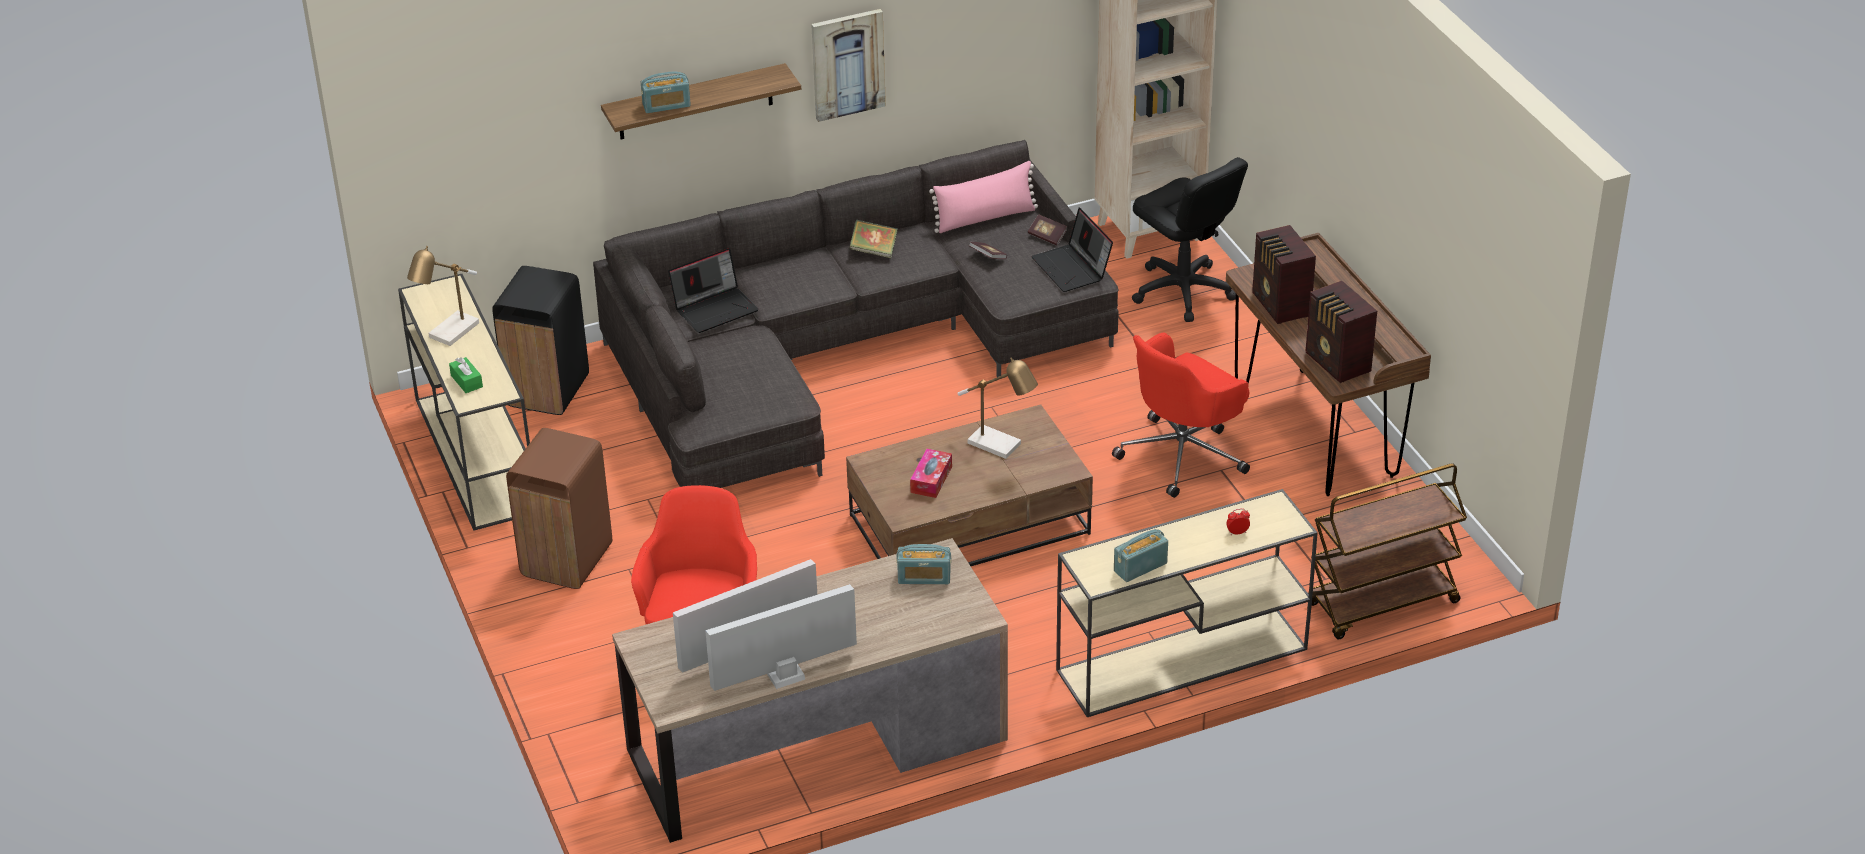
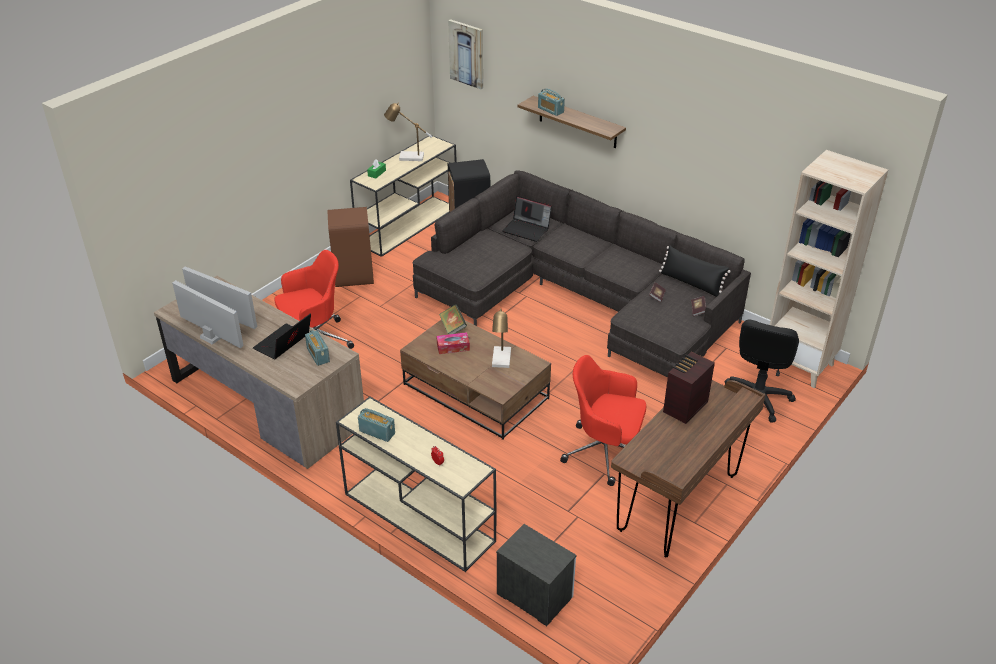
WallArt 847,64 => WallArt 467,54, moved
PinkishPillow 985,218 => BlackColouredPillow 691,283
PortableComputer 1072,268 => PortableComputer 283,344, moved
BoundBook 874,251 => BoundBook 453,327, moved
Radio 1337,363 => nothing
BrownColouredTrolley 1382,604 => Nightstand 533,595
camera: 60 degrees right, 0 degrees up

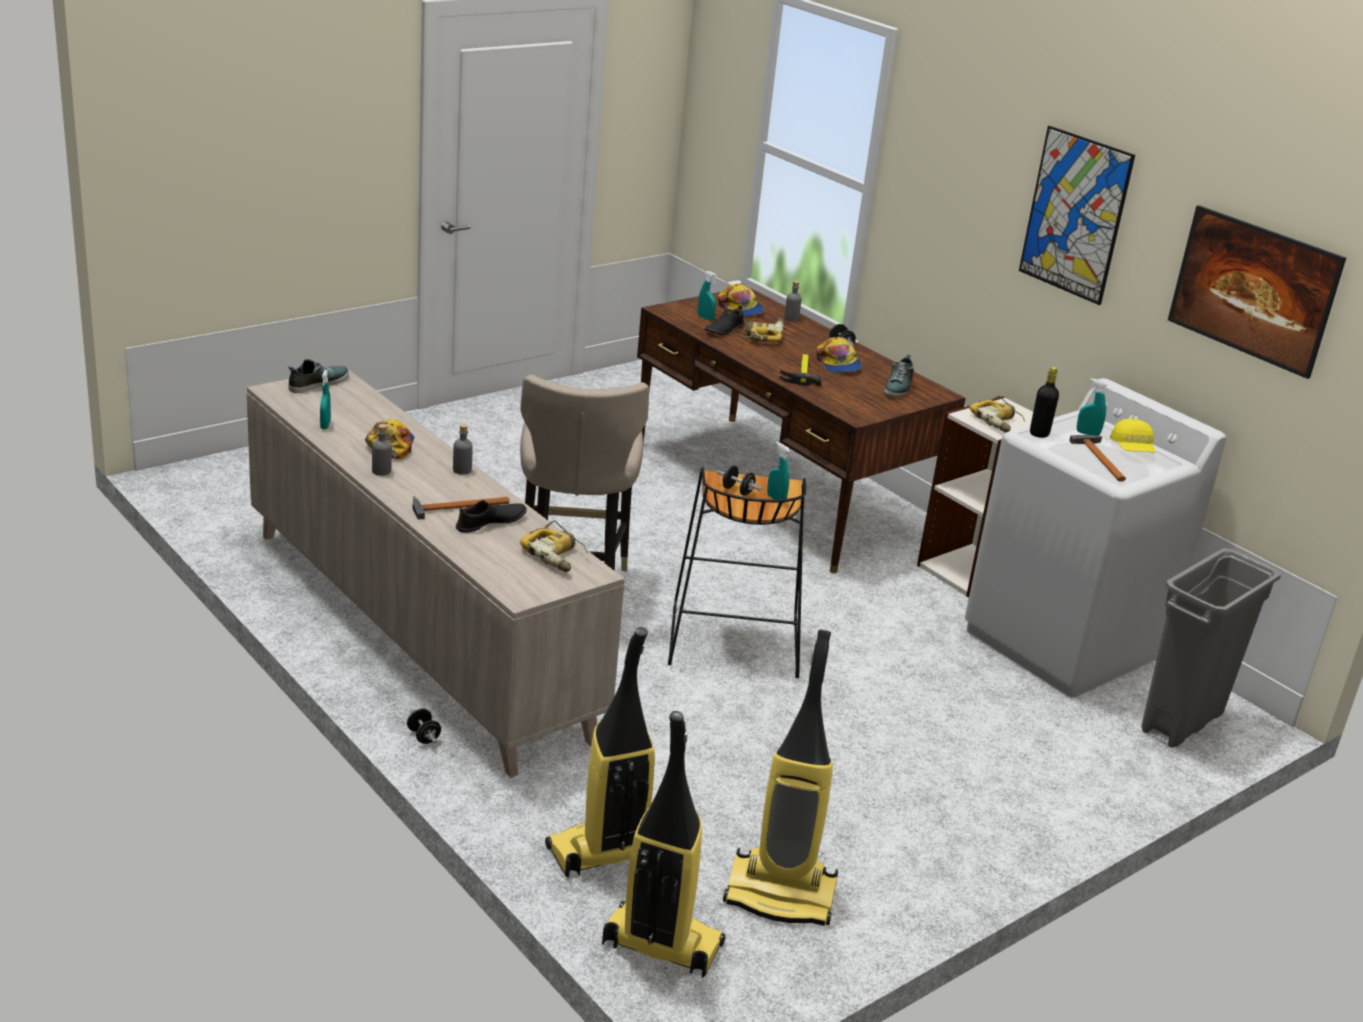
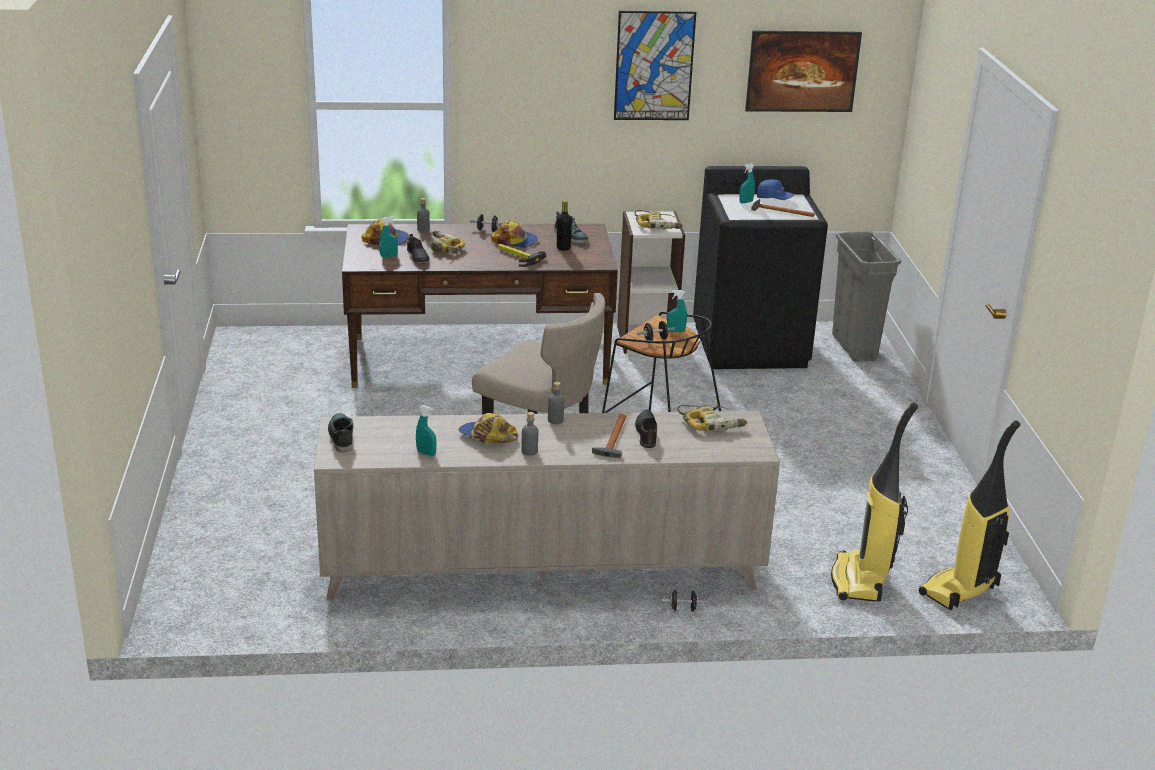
BlackColouredBottle 1039,434 => BlackColouredBottle 563,248, moved
WhiteLaundryAppliance 1064,643 => BlackColouredLaundryAppliance 751,346
YellowColouredBaseballCap 1132,449 => BlueColouredBaseballCap 774,199
Hoover 781,895 => nothing
camera: 55 degrees left, 0 degrees up

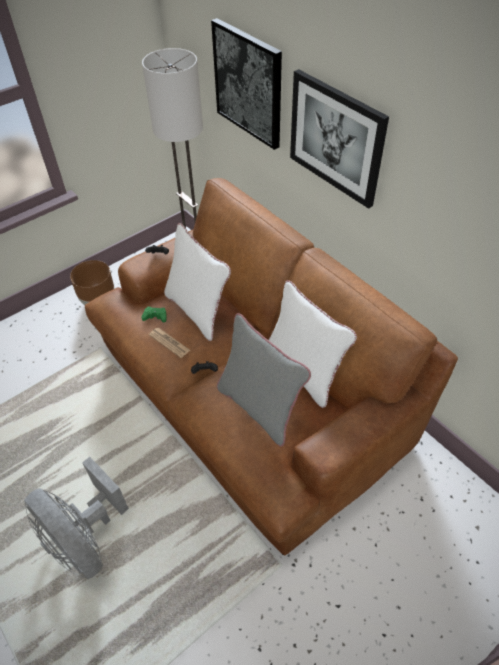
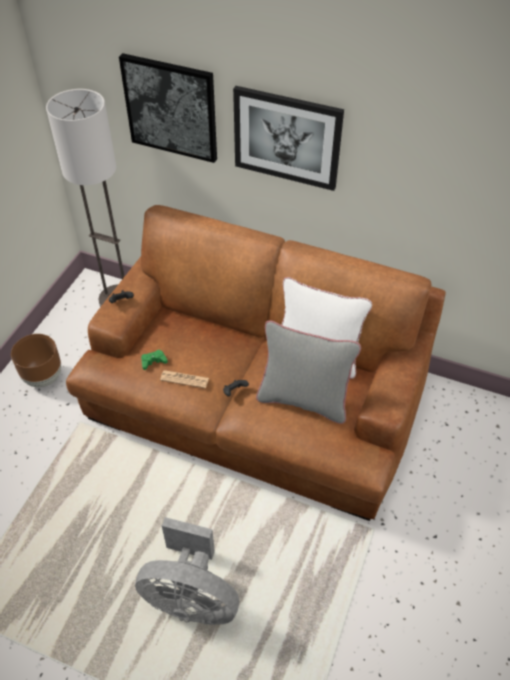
WhitePillow 198,310 => nothing
camera: 30 degrees left, 0 degrees up

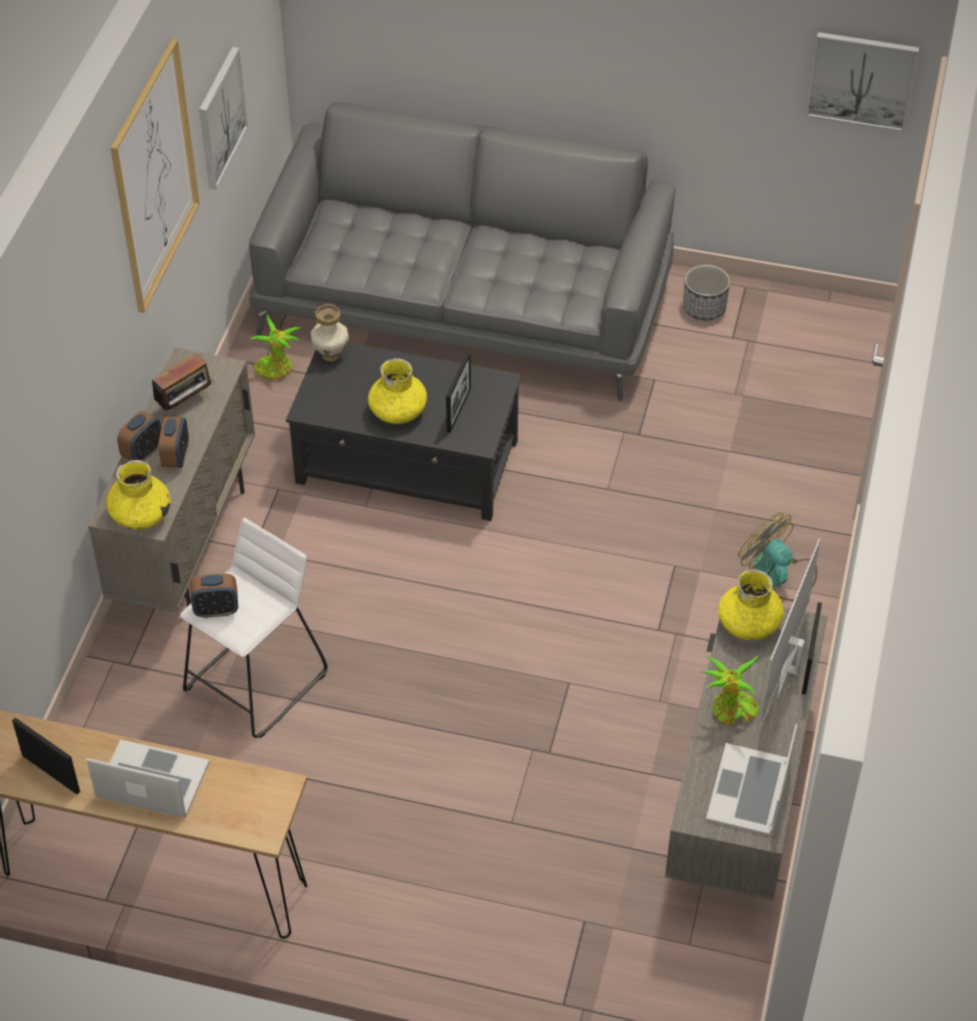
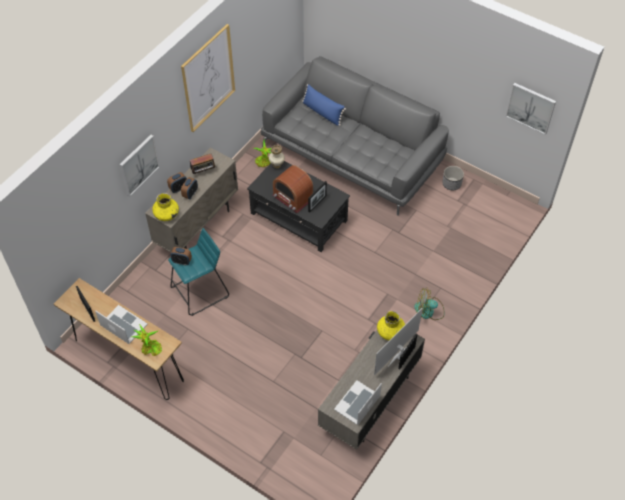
WallArt 220,117 => WallArt 138,165, moved
YellowColouredVase 398,411 => Radio 293,197
CoolingFan 778,575 => CoolingFan 429,311, 60 degrees counterclockwise
WhiteStool 256,682 => TurquoiseStool 200,292
PlantInAPot 731,711 => PlantInAPot 150,349, moved
nothing => BlueColouredPillow 322,112
camera: 20 degrees right, 5 degrees up

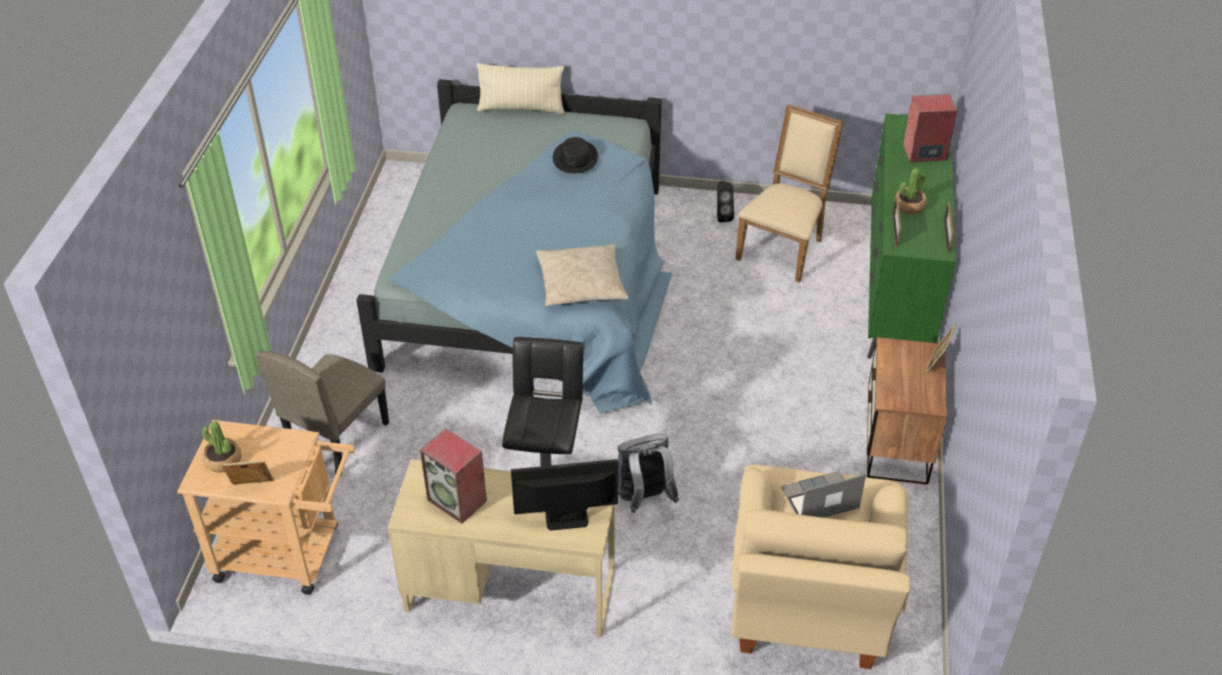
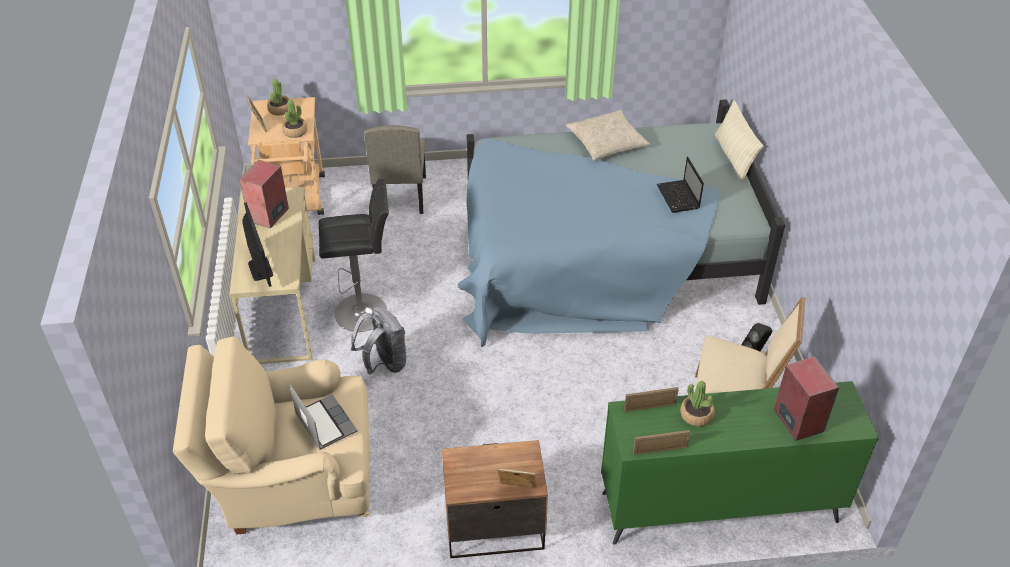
BlackColouredWearableHat 575,158 => PortableComputer 678,197
BeigePillow 581,284 => BeigePillow 606,142, moved
BeigeChair 337,438 => BeigeChair 400,195, 105 degrees counterclockwise
nothing => PlantInAPot 295,132
camera: 75 degrees right, 0 degrees up

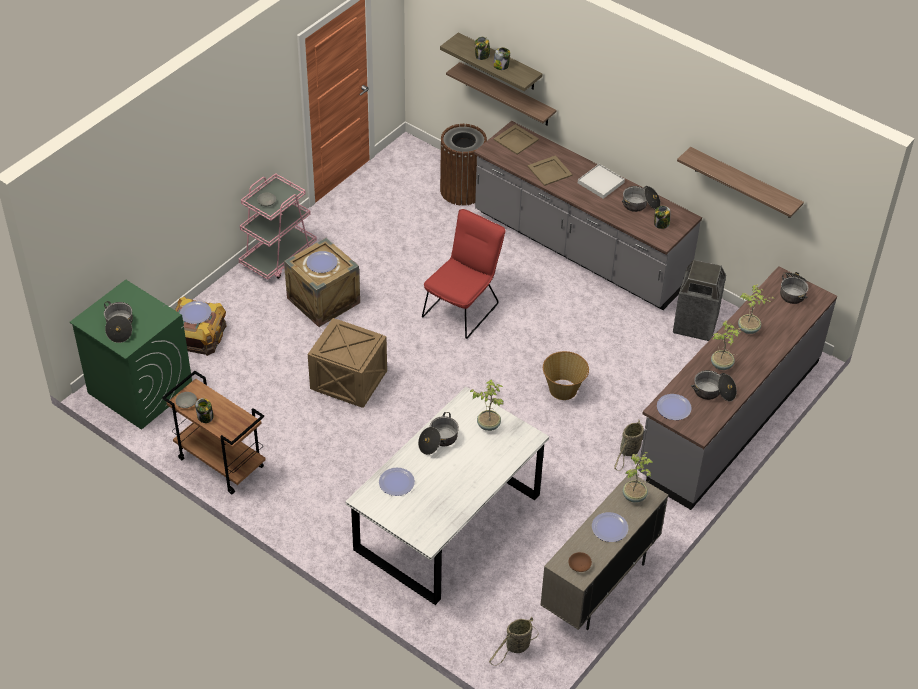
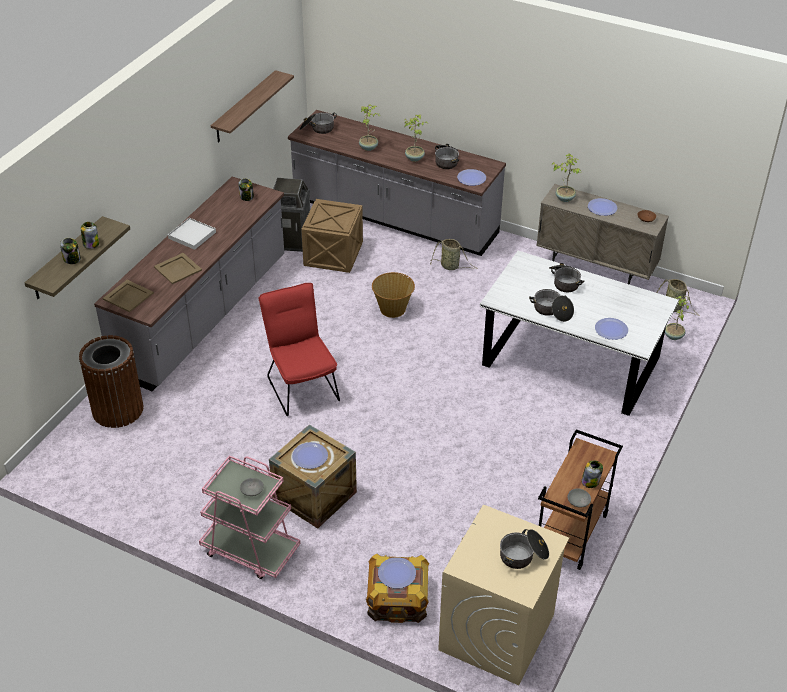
WallShelf 507,95 => nothing
Stockpot 640,205 => Stockpot 564,282, moved
ReddishChair 463,307 => ReddishChair 301,385, 45 degrees clockwise
GreenishLaundryAppliance 139,389 => BeigeLaundryAppliance 497,633
Crate 348,380 => Crate 333,255, moved
PlantInAPot 488,424 => PlantInAPot 673,336, moved
camera: 100 degrees left, 5 degrees down

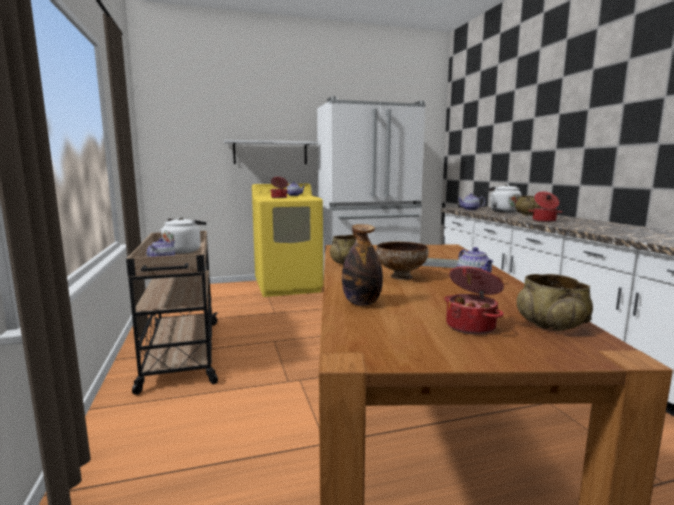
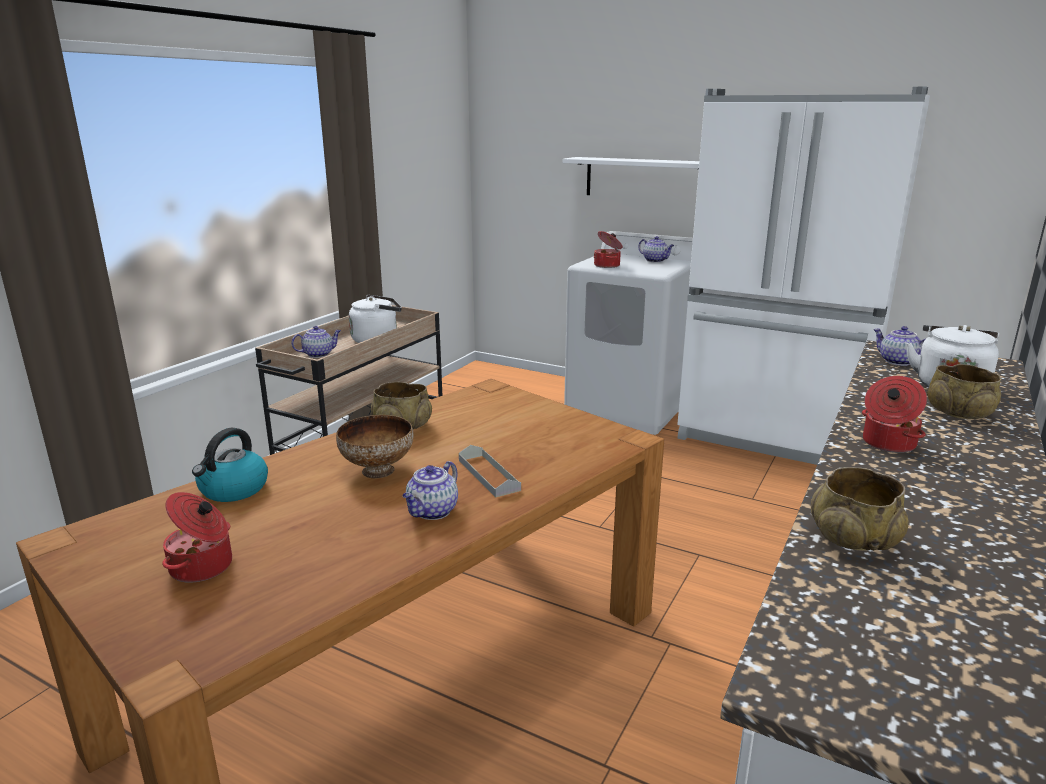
YellowColouredLaundryAppliance 288,286 => WhiteLaundryAppliance 629,408
Bottle 361,303 => WaterKettle 233,490
BeigeServingBowl 551,324 => BeigeServingBowl 854,539, moved
camera: 45 degrees right, 10 degrees up

